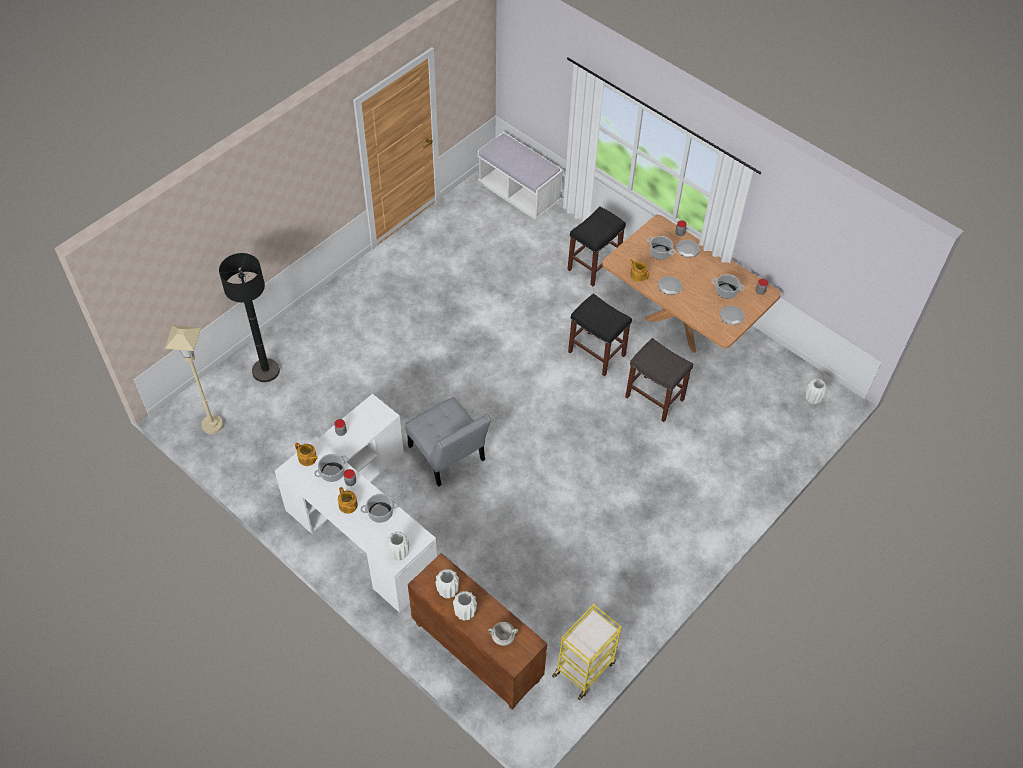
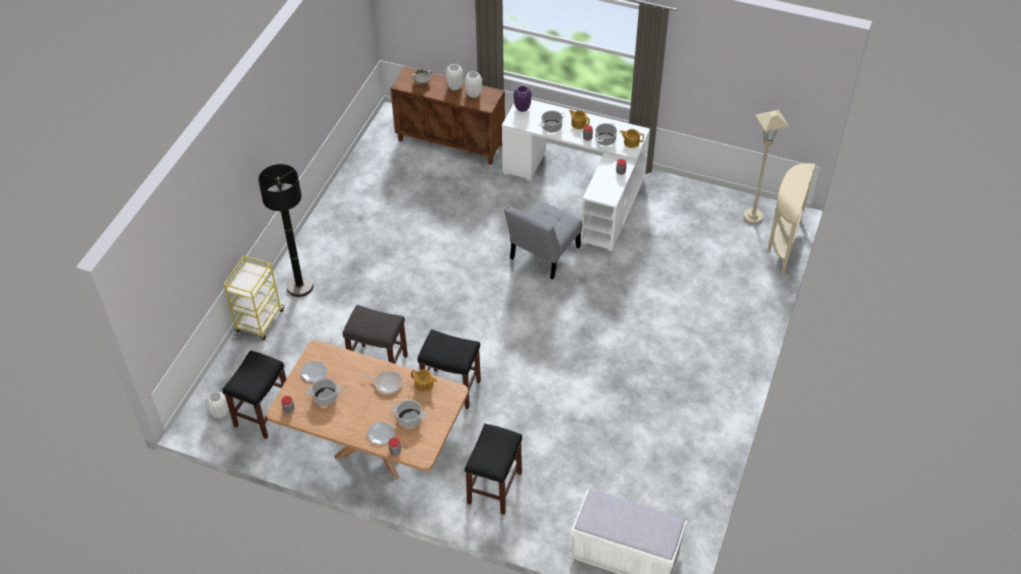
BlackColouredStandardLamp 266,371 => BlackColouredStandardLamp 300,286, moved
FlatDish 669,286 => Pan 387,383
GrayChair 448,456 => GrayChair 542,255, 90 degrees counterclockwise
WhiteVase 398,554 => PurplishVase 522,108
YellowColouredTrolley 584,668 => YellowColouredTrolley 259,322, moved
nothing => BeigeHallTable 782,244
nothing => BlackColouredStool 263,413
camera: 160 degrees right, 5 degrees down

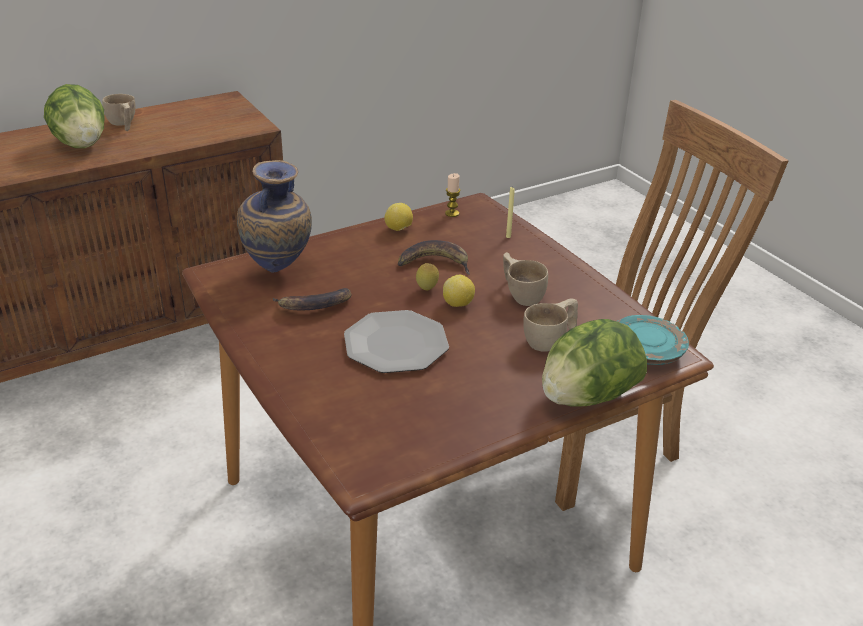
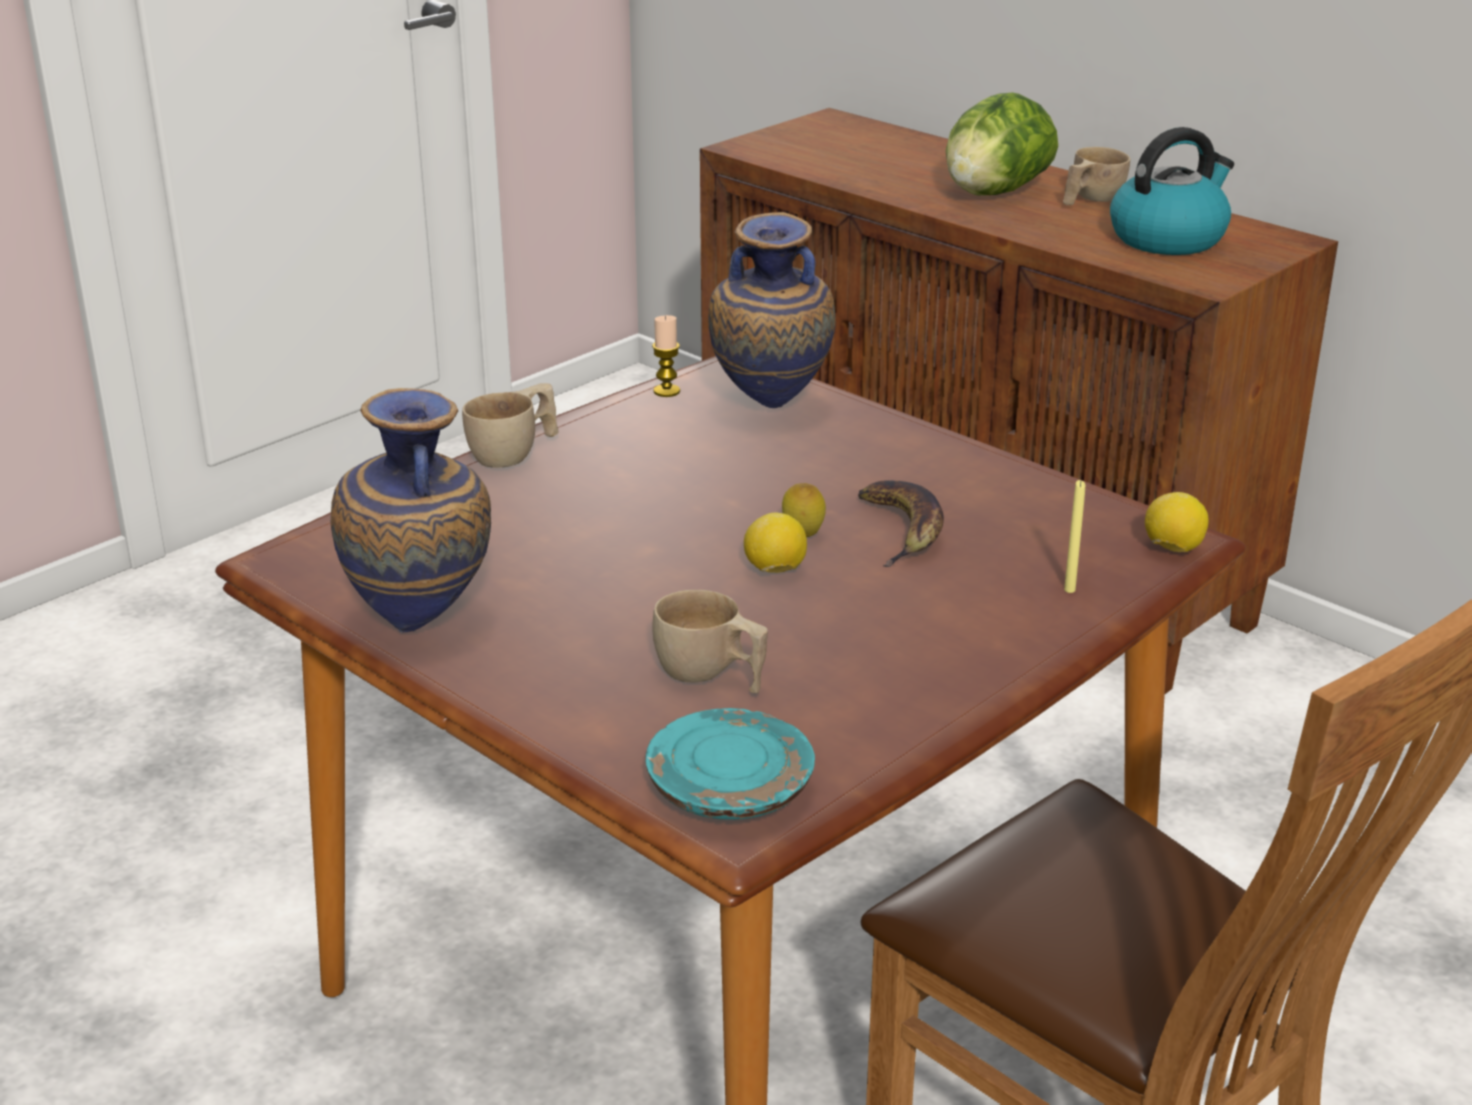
WaxCandle 452,213 => WaxCandle 666,391, moved
Lemon 399,229 => Lemon 1172,549, moved
BeigeSmallCup 521,293 => BeigeSmallCup 515,453, moved
Banana 314,306 => nothing
FlatDish 395,344 => nothing
LettuceHead 587,397 => nothing
nothing => WaterKettle 1168,238
nothing => Vase 423,626
camera: 75 degrees right, 5 degrees down

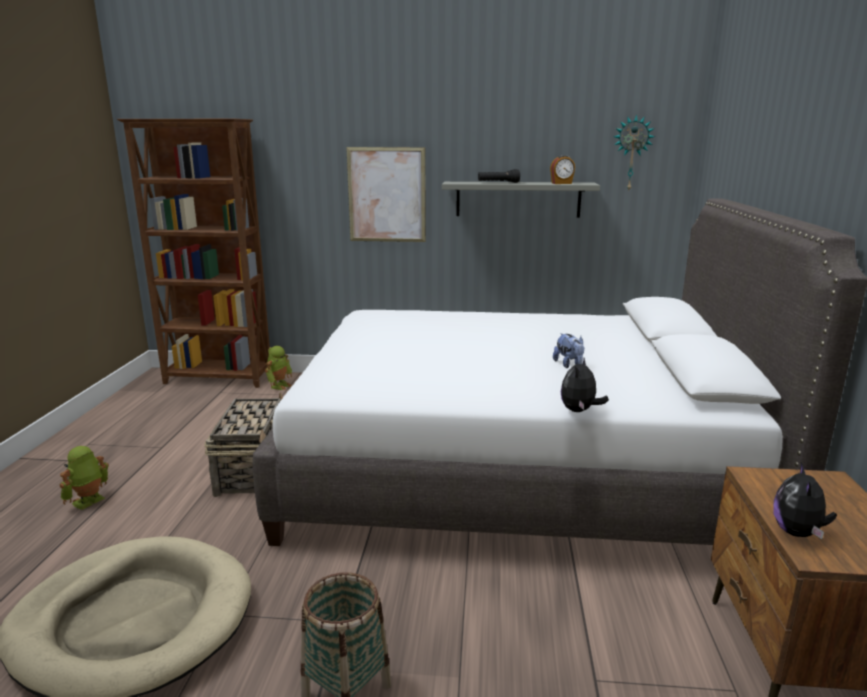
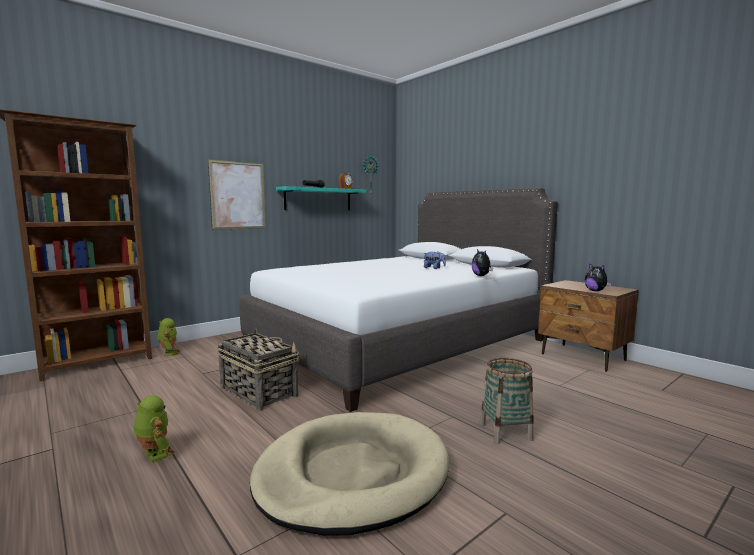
GrayWallShelf 518,199 => TurquoiseWallShelf 318,199
RobotFigure 89,502 => RobotFigure 154,455, 150 degrees clockwise
camera: 45 degrees left, 10 degrees down

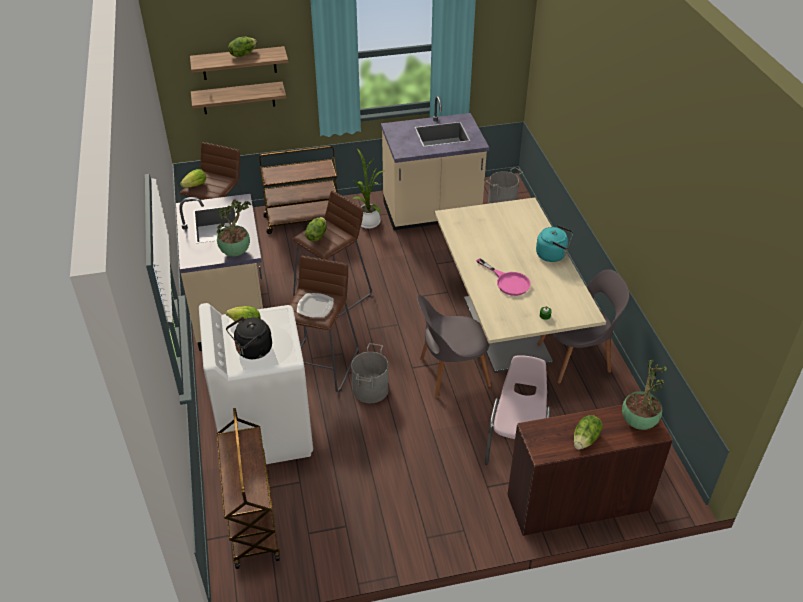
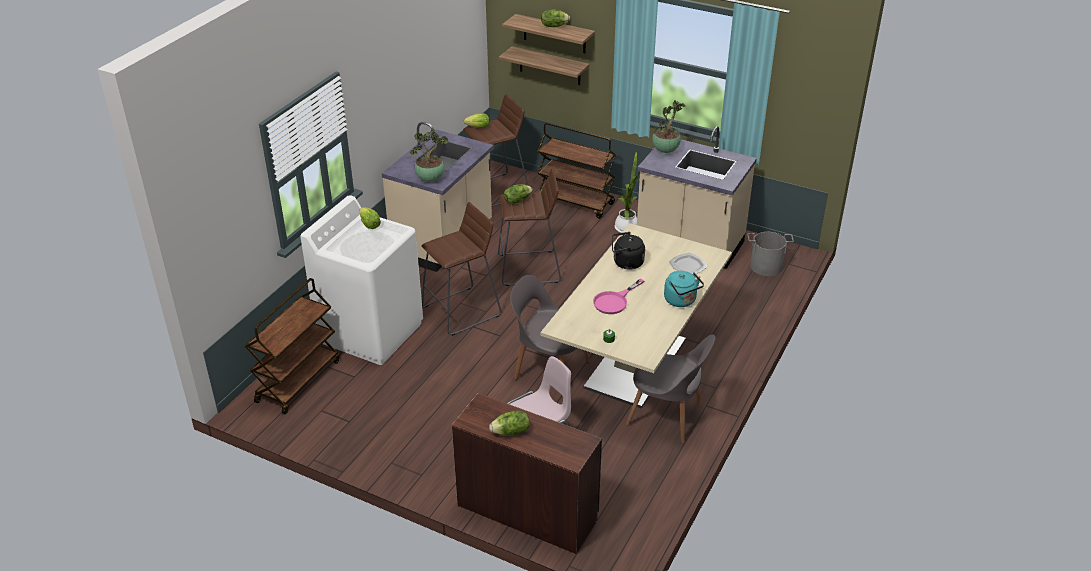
PinkishPan 508,282 => PinkishPan 614,301, 45 degrees clockwise
FlatDish 315,306 => FlatDish 688,265, moved
BlackColouredWaterKettle 252,351 => BlackColouredWaterKettle 626,263, moved
GrayWaterBucket 370,389 => nothing
PlantInAPot 638,421 => PlantInAPot 666,150, moved
camera: 40 degrees right, 5 degrees down

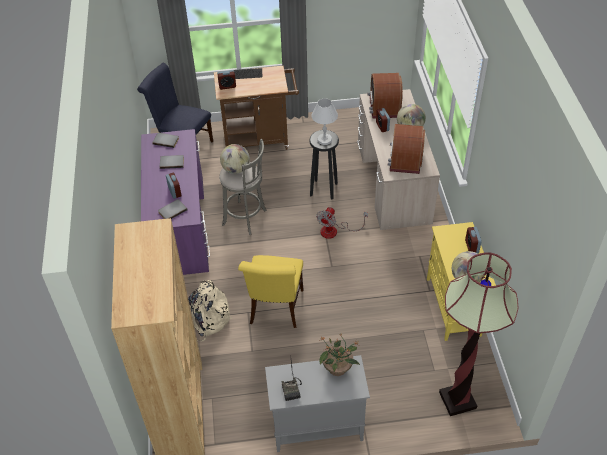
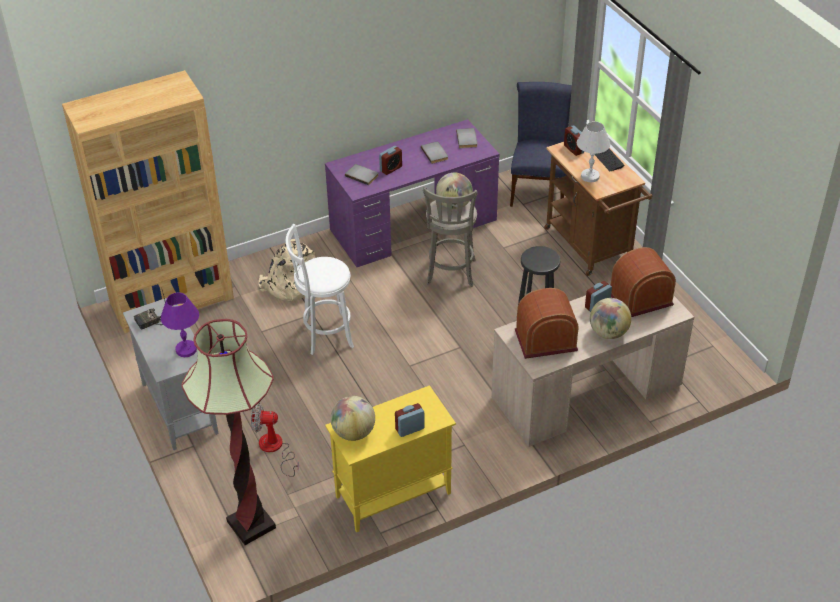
WhiteTableLamp 325,140 => WhiteTableLamp 590,176, moved
CoolingFan 335,231 => CoolingFan 275,449, moved
YellowColouredChair 275,309 => WhiteStool 324,335
PlantInAPot 338,368 => PurplishTableLamp 186,349
camera: 70 degrees right, 5 degrees down

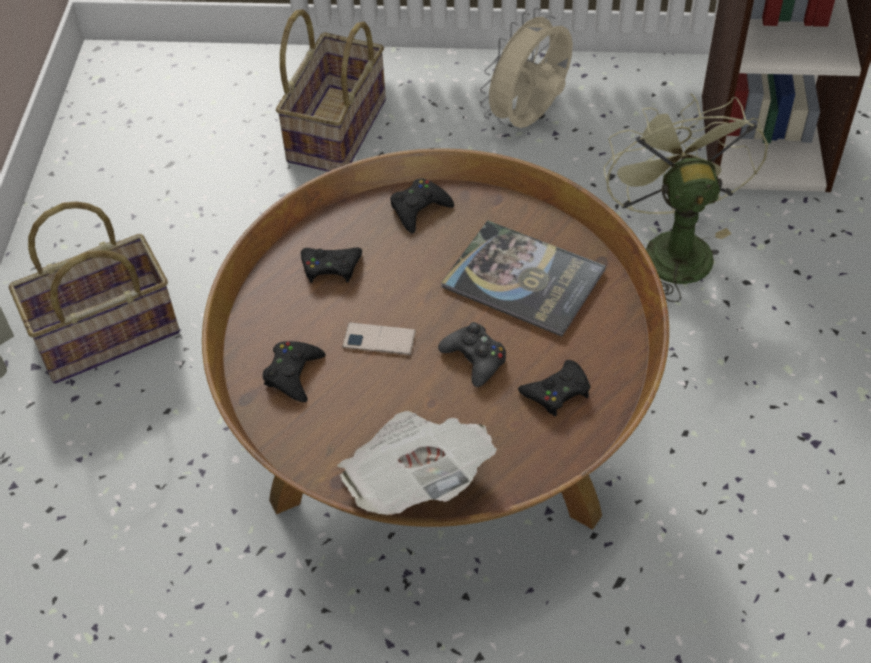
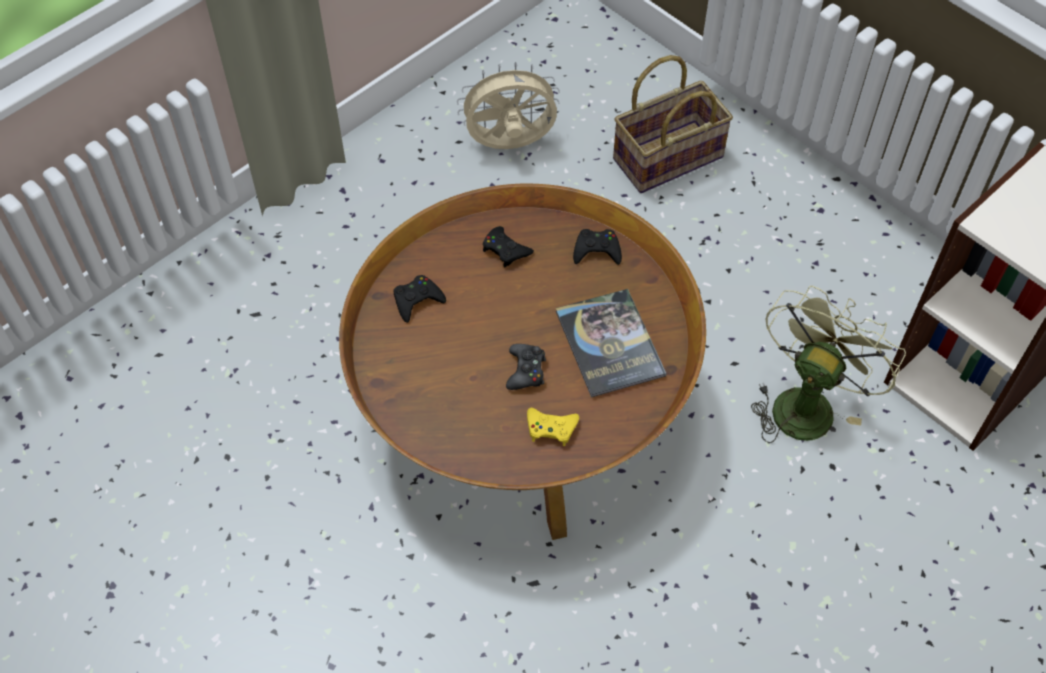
BeigeCoolingFan 529,119 => BeigeCoolingFan 510,145, moved
StorageBasket 106,336 => nothing
Phone 379,339 => nothing
BlackColouredGameController 557,392 => YellowColouredGameController 551,428
DailyPaper 416,480 => nothing
camera: 40 degrees right, 5 degrees up

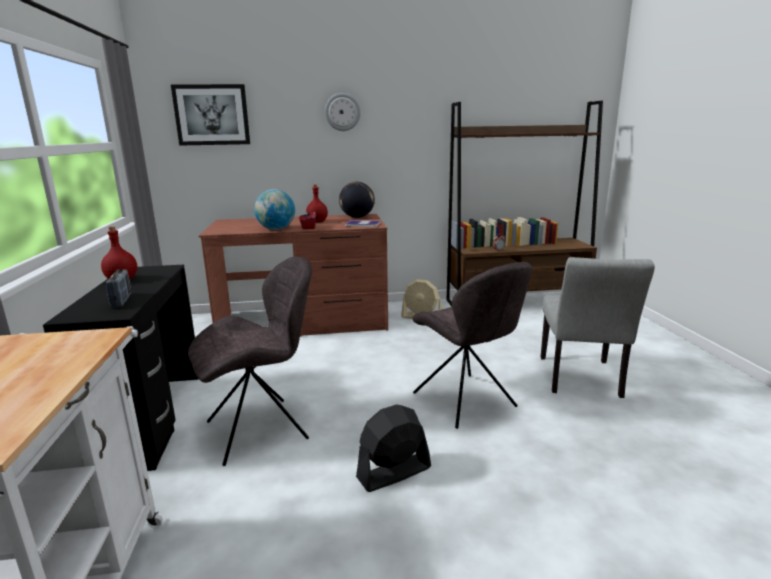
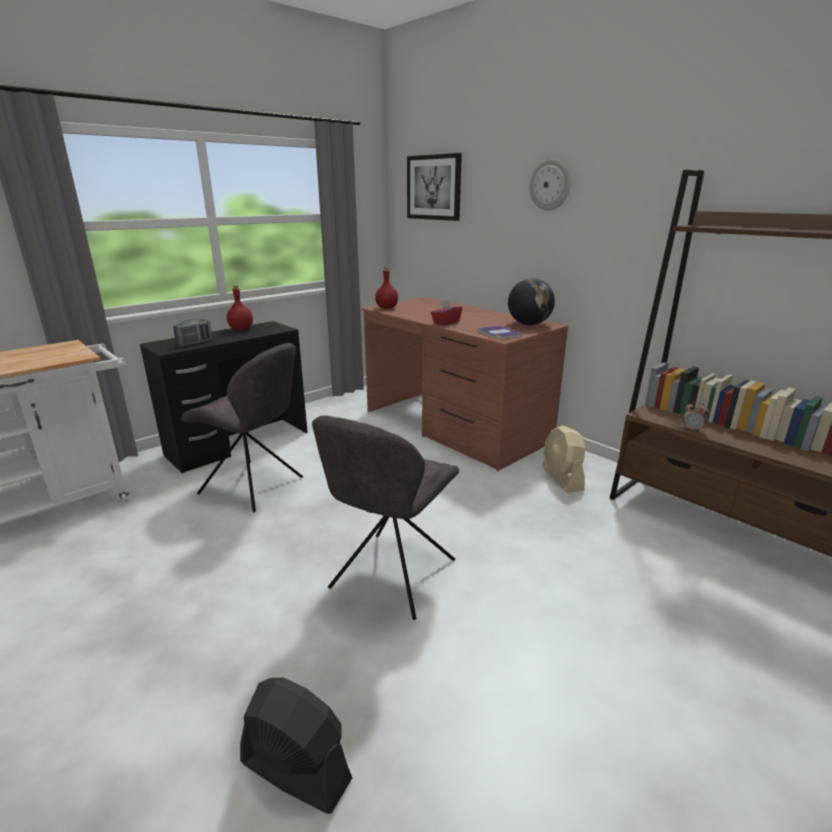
ReddishBottle 317,222 => ReddishBottle 387,308, moved
DeskGlobe 276,229 => nothing
GrayChair 580,380 => nothing
BlackColouredCoolingFan 393,472 => BlackColouredCoolingFan 295,770, moved
camera: 55 degrees right, 5 degrees up

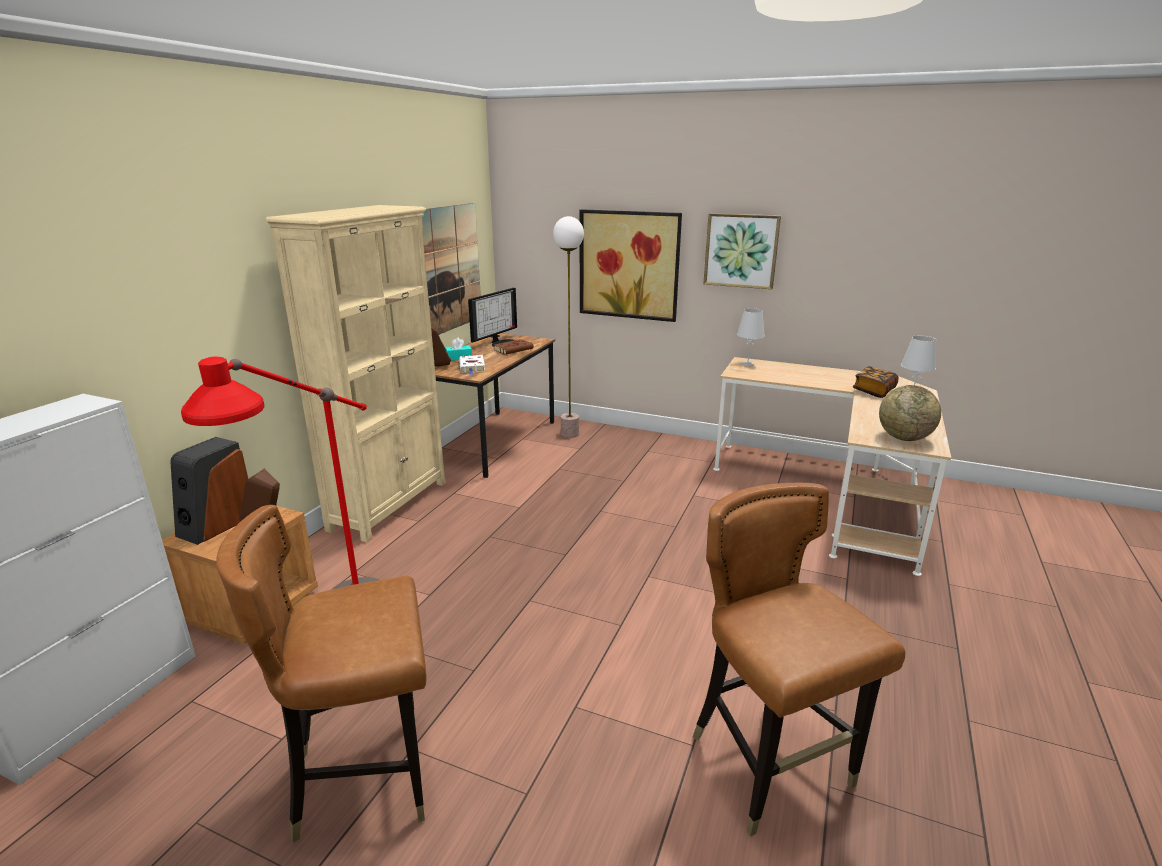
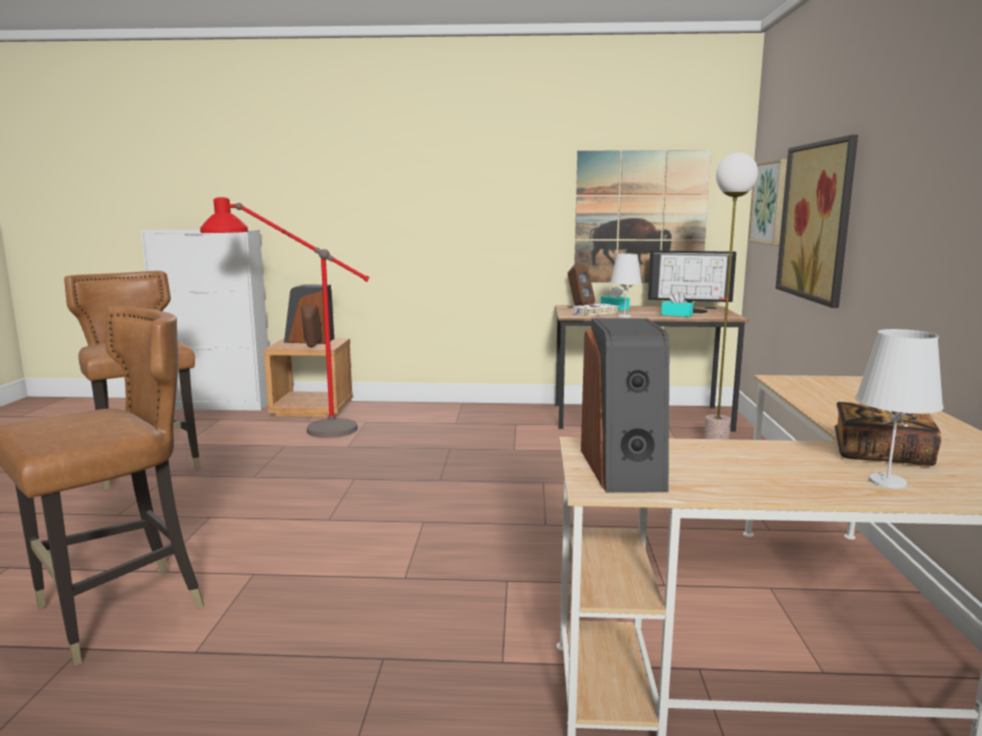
BeigeBookcase 390,505 => nothing
WallArt 741,250 => WallArt 769,202, moved
WhiteTableLamp 747,364 => WhiteTableLamp 624,316, moved
BrownColouredBoundBook 514,349 => TurquoiseTissueHolder 676,315
DeskGlobe 904,438 => Speaker 624,469
camera: 70 degrees right, 10 degrees down

